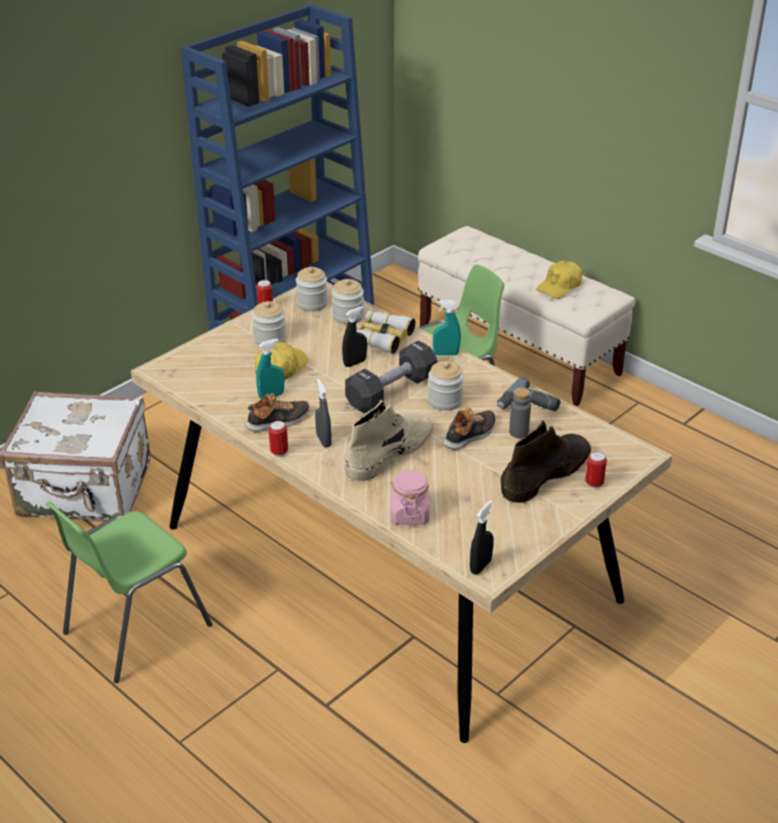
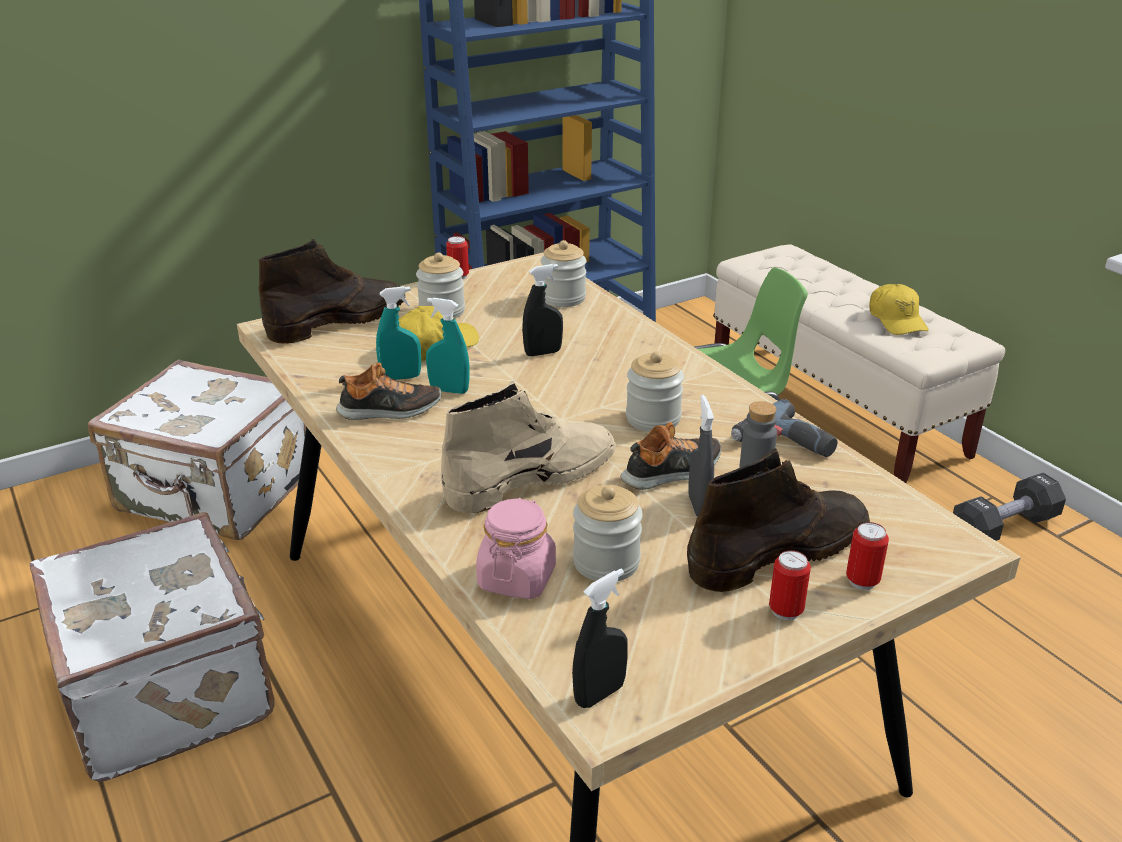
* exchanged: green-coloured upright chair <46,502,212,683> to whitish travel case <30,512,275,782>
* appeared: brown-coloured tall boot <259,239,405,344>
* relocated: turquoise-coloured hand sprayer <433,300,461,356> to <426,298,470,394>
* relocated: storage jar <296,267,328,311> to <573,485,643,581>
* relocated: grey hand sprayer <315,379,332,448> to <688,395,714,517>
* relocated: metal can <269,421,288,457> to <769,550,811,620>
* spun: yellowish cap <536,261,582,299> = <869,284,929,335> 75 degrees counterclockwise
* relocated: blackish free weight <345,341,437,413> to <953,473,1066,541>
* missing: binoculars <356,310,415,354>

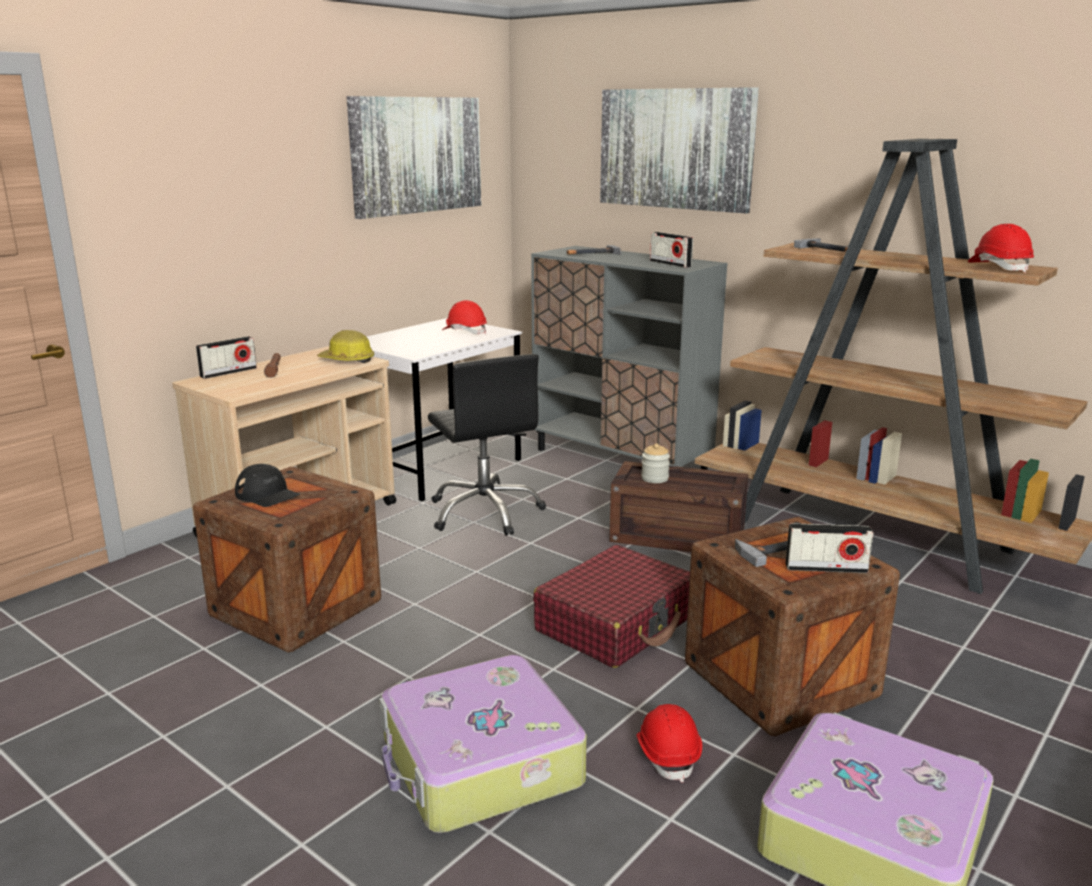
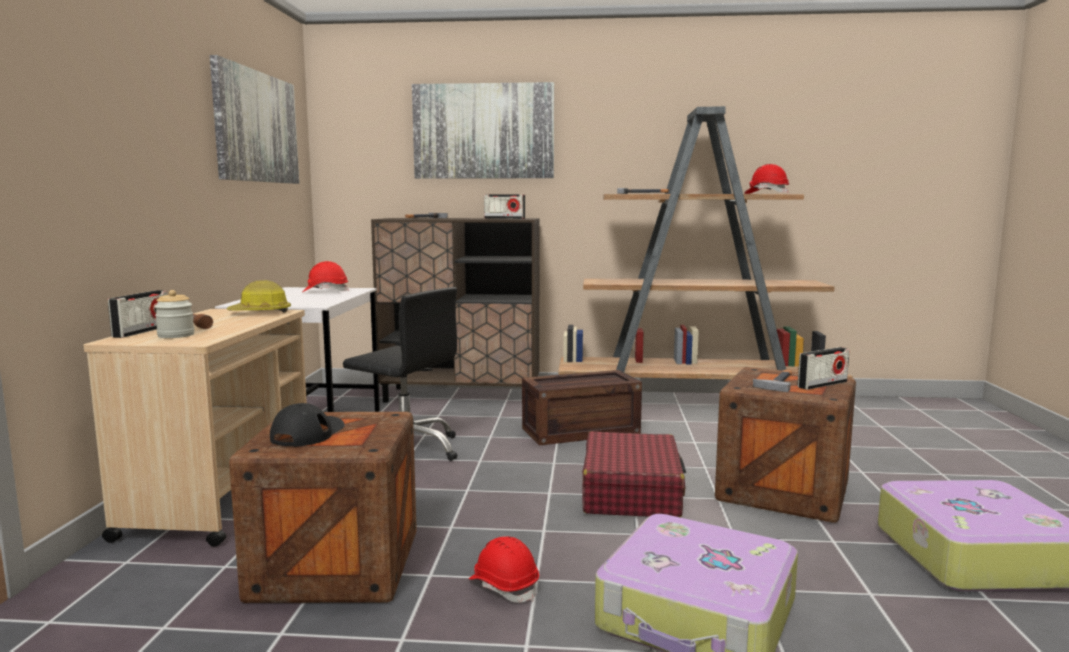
* relocated: storage jar <641,443,670,483> to <154,290,195,338>
* spun: blackish cap <235,464,300,507> = <270,403,345,447> 75 degrees counterclockwise
* colour: grey cupboard <531,246,727,470> to brown-coloured cupboard <371,218,540,403>
* relocated: red safety helmet <636,704,702,783> to <469,536,539,603>

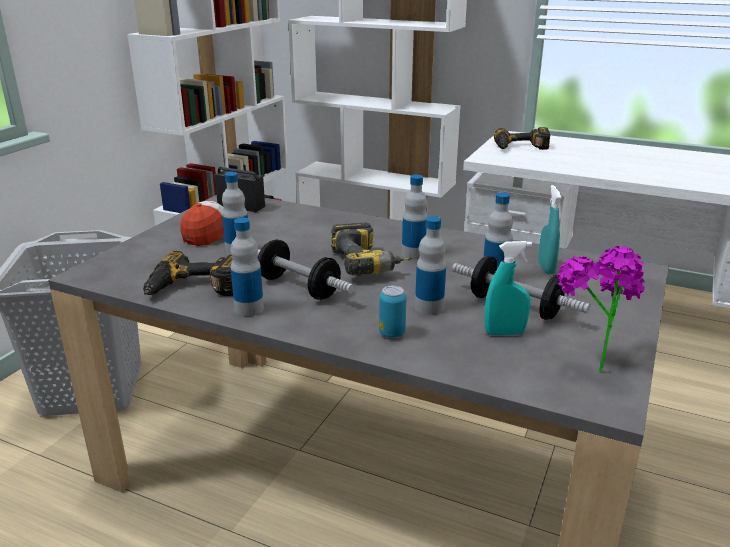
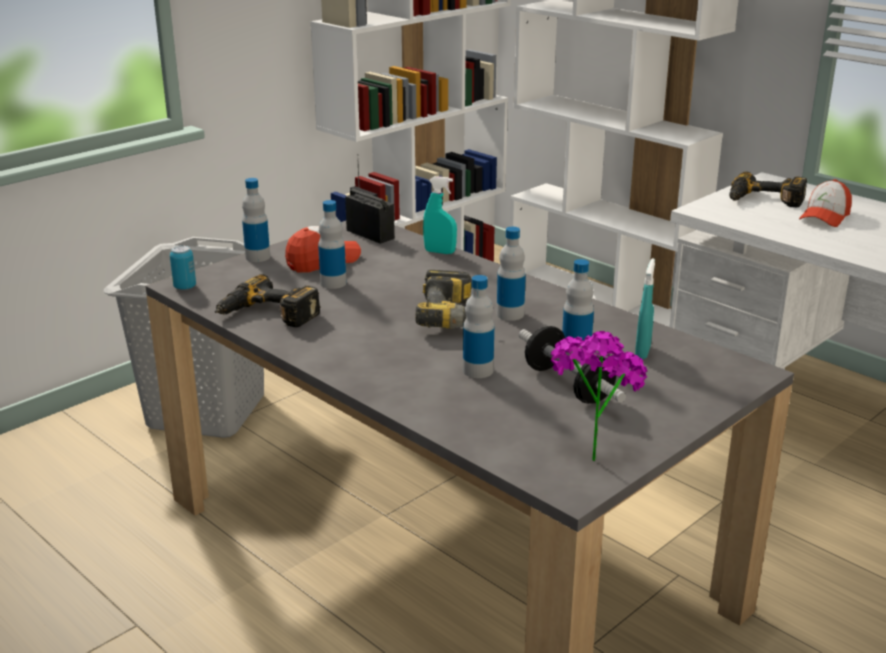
* relocated: metal can <379,286,406,338> to <170,245,196,290>
* relocated: drink bottle <230,218,264,316> to <242,178,270,262>
* relocated: turquoise-coloured hand sprayer <485,241,532,335> to <423,176,457,254>
* appeared: cap <799,179,852,227>
* missing: free weight <257,239,354,300>

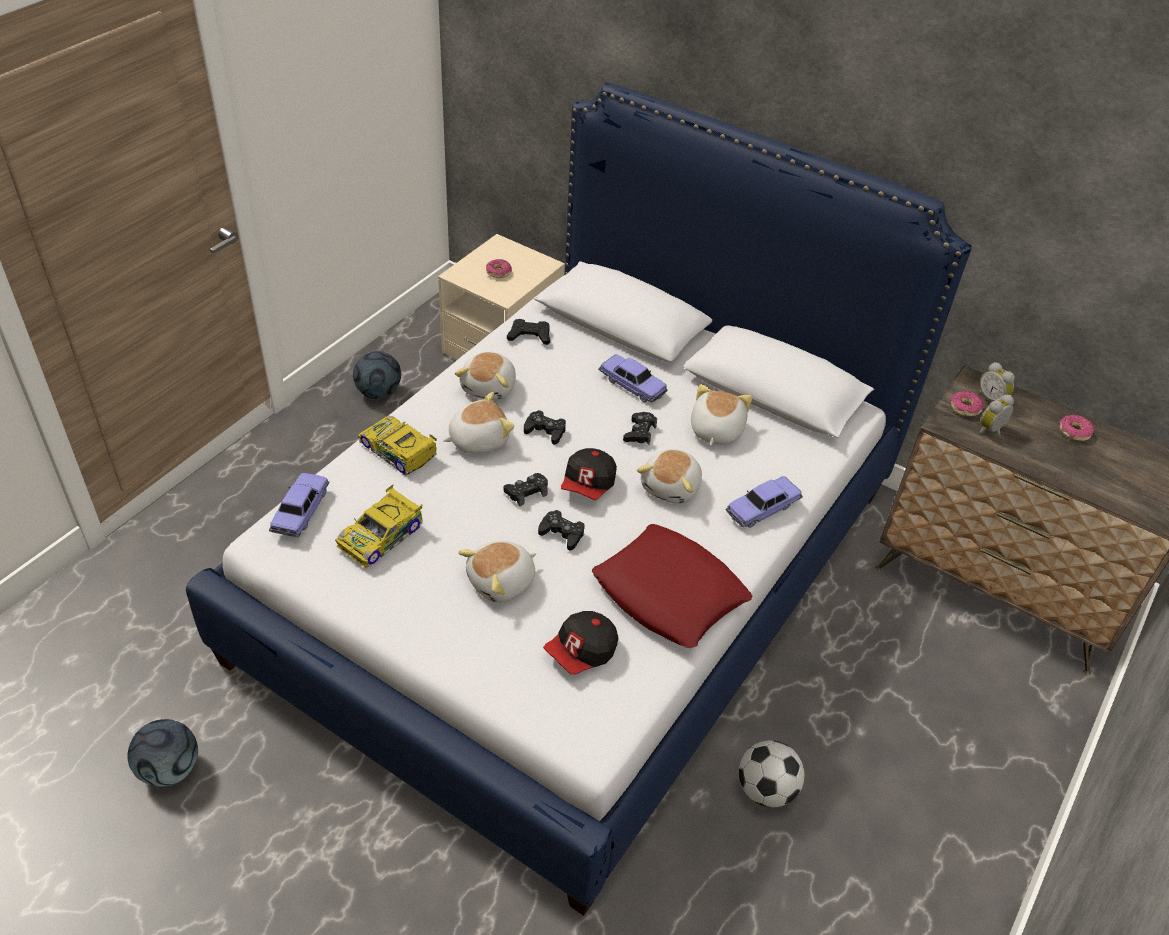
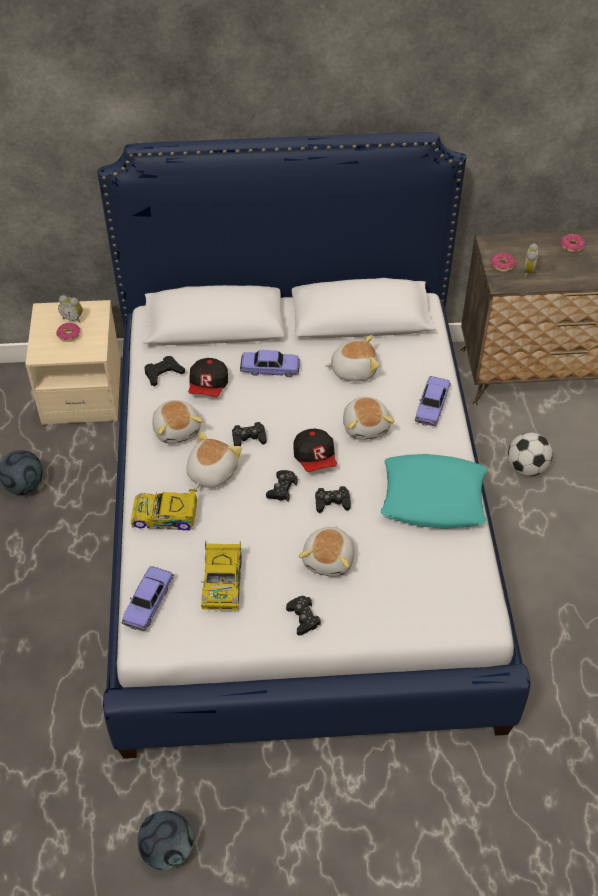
* relocated: alarm clock <979,362,1015,401> to <58,295,83,323>
* spun: miniature car <269,473,329,537> = <122,566,174,631> 135 degrees counterclockwise
* relocated: cap <543,611,618,674> to <188,358,228,397>
* relocated: blackish game controller <623,412,657,445> to <286,596,321,636>
* spun: cuddly toy <691,384,752,446> = <325,335,380,382> 105 degrees clockwise
* colour: red pillow <592,524,753,648> to turquoise-coloured pillow <381,454,487,529>
* relocated: ball for football <739,740,804,808> to <508,432,553,476>

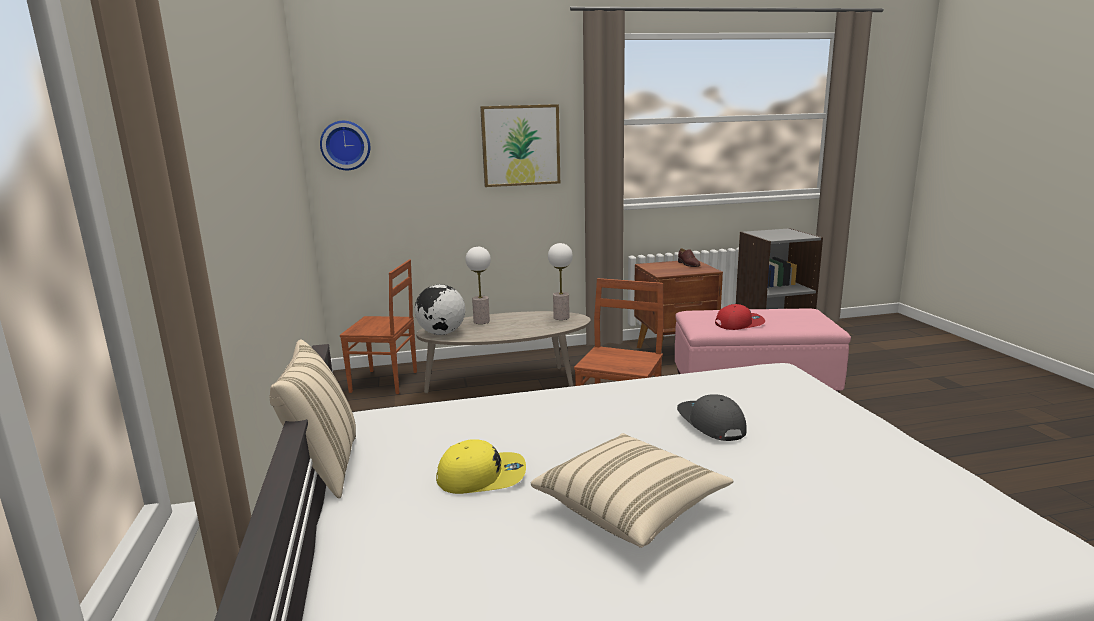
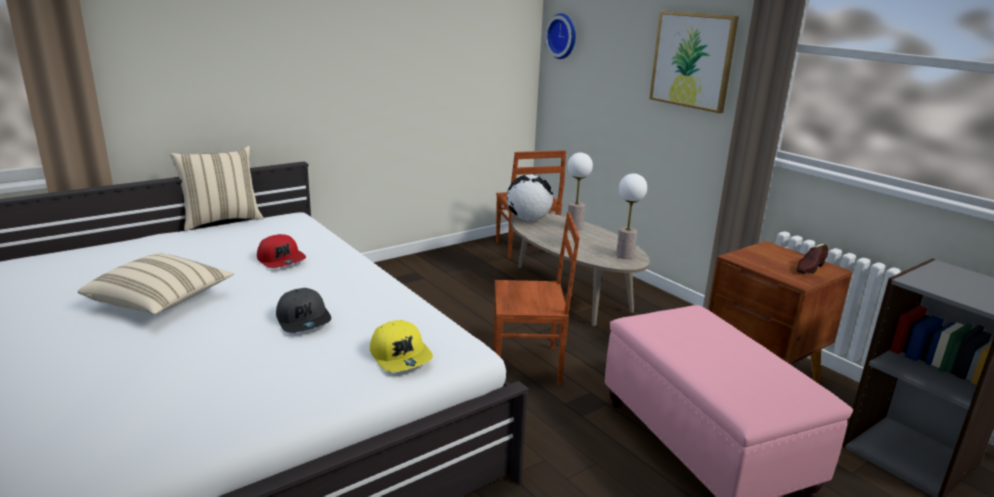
* relocated: red cap <715,304,765,330> to <257,234,306,268>
* spun: grey cap <677,394,747,441> = <276,288,331,333> 105 degrees clockwise
* relocated: yellowish cap <436,439,526,494> to <370,320,433,372>

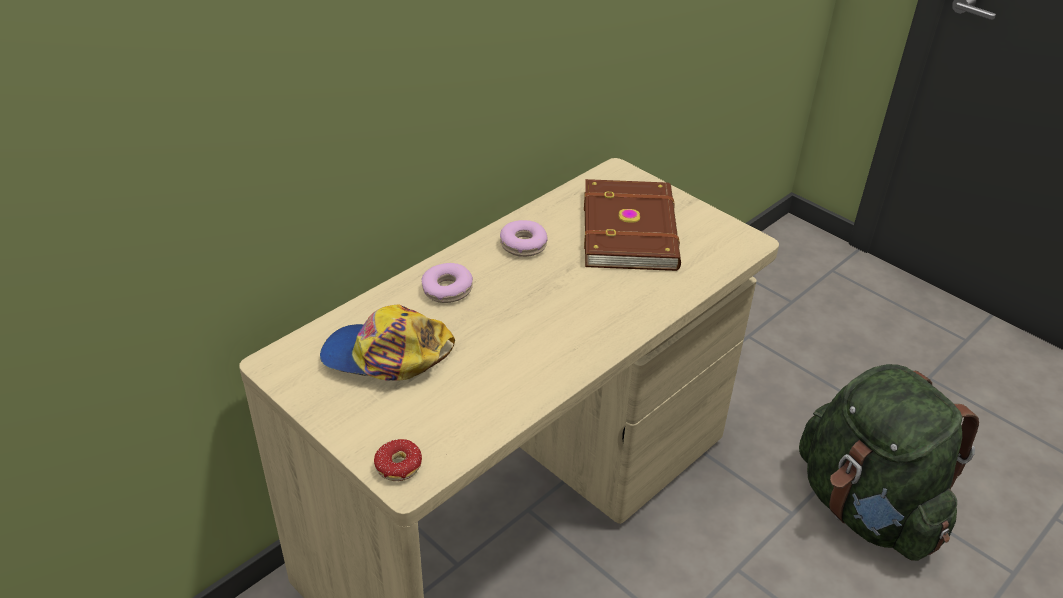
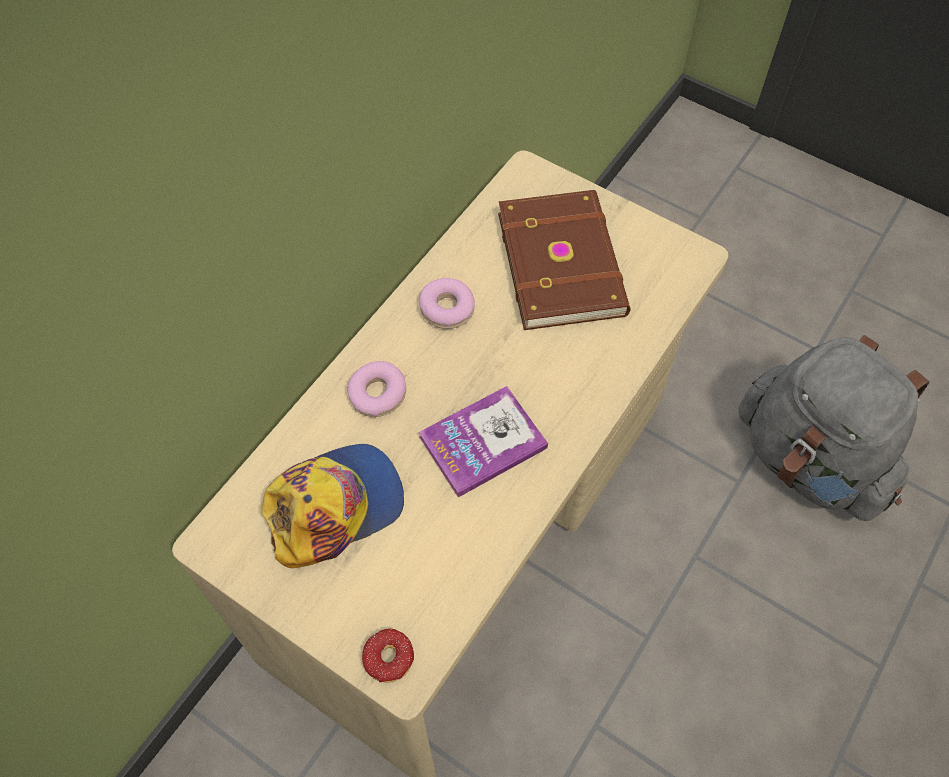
* spun: cap <320,305,455,381> = <261,444,404,568> 150 degrees clockwise
* appeared: book <419,386,548,497>
* colour: green-coloured rucksack <799,364,979,561> to grey rucksack <738,335,929,521>

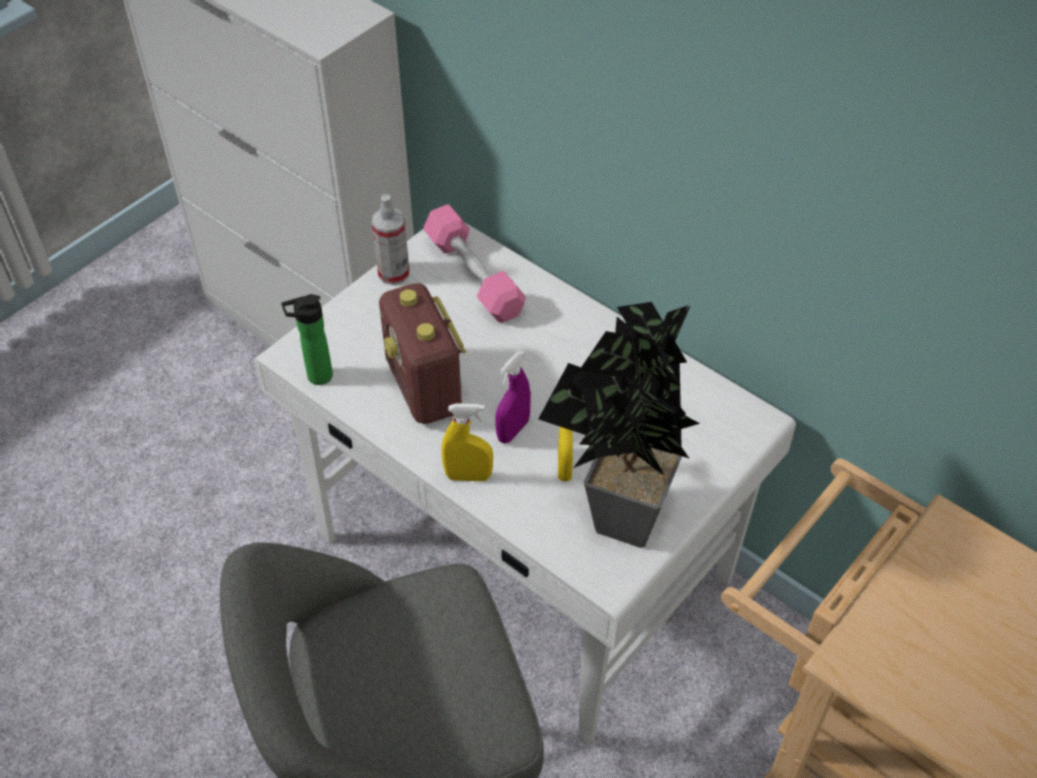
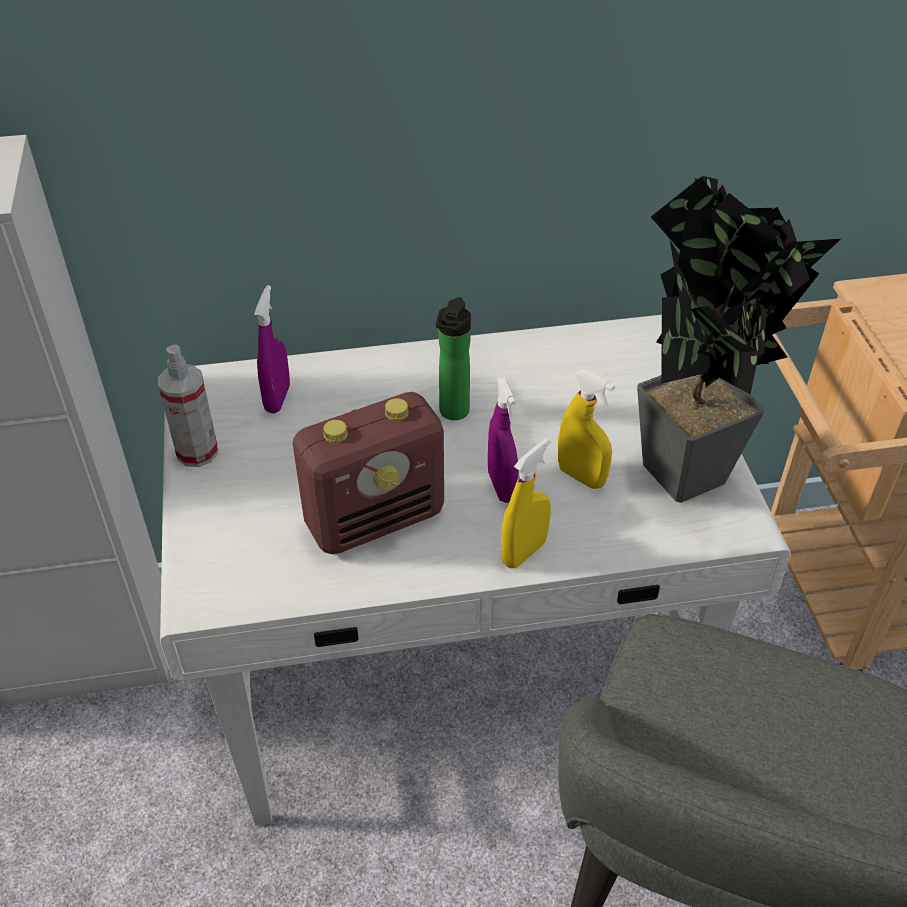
* exchanged: pink-coloured free weight <423,204,526,322> to purple-coloured hand sprayer <254,285,290,413>
* spun: radio <379,283,466,424> = <293,392,444,554> 45 degrees counterclockwise
* relocated: drink bottle <281,294,333,385> to <436,297,471,420>

